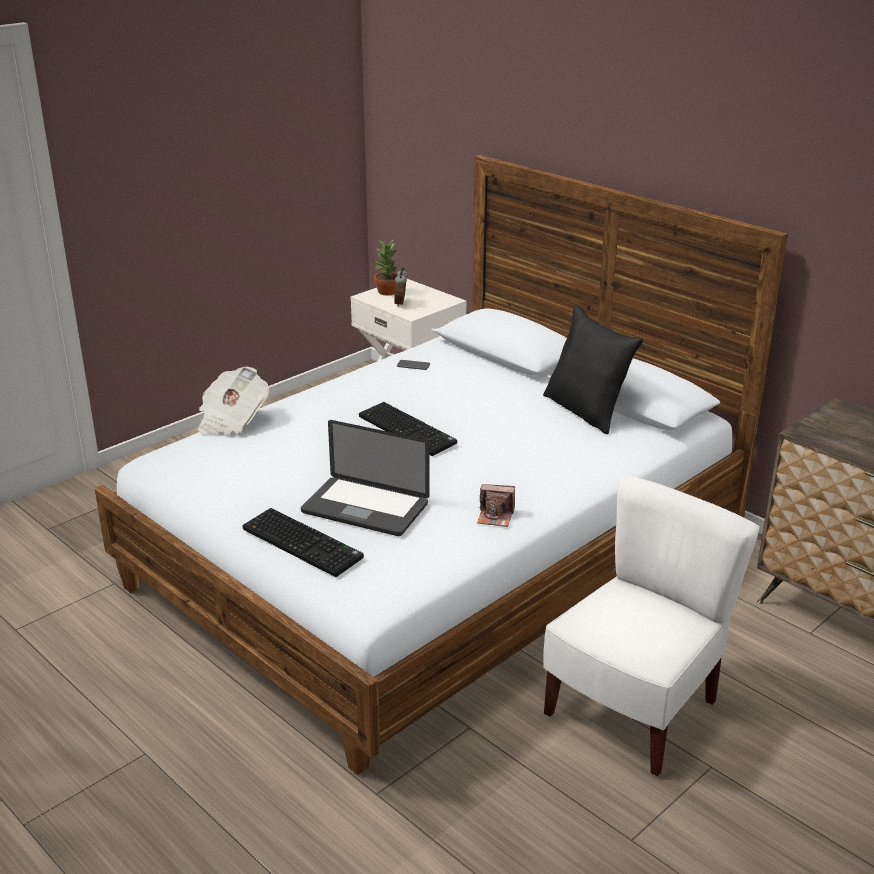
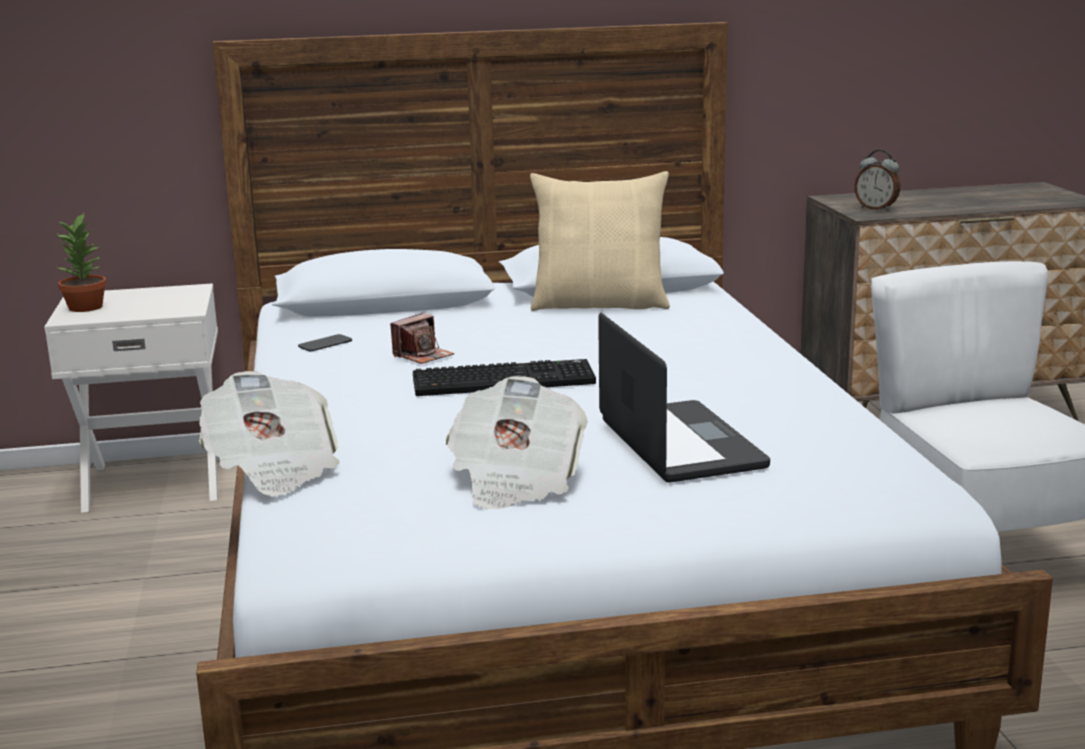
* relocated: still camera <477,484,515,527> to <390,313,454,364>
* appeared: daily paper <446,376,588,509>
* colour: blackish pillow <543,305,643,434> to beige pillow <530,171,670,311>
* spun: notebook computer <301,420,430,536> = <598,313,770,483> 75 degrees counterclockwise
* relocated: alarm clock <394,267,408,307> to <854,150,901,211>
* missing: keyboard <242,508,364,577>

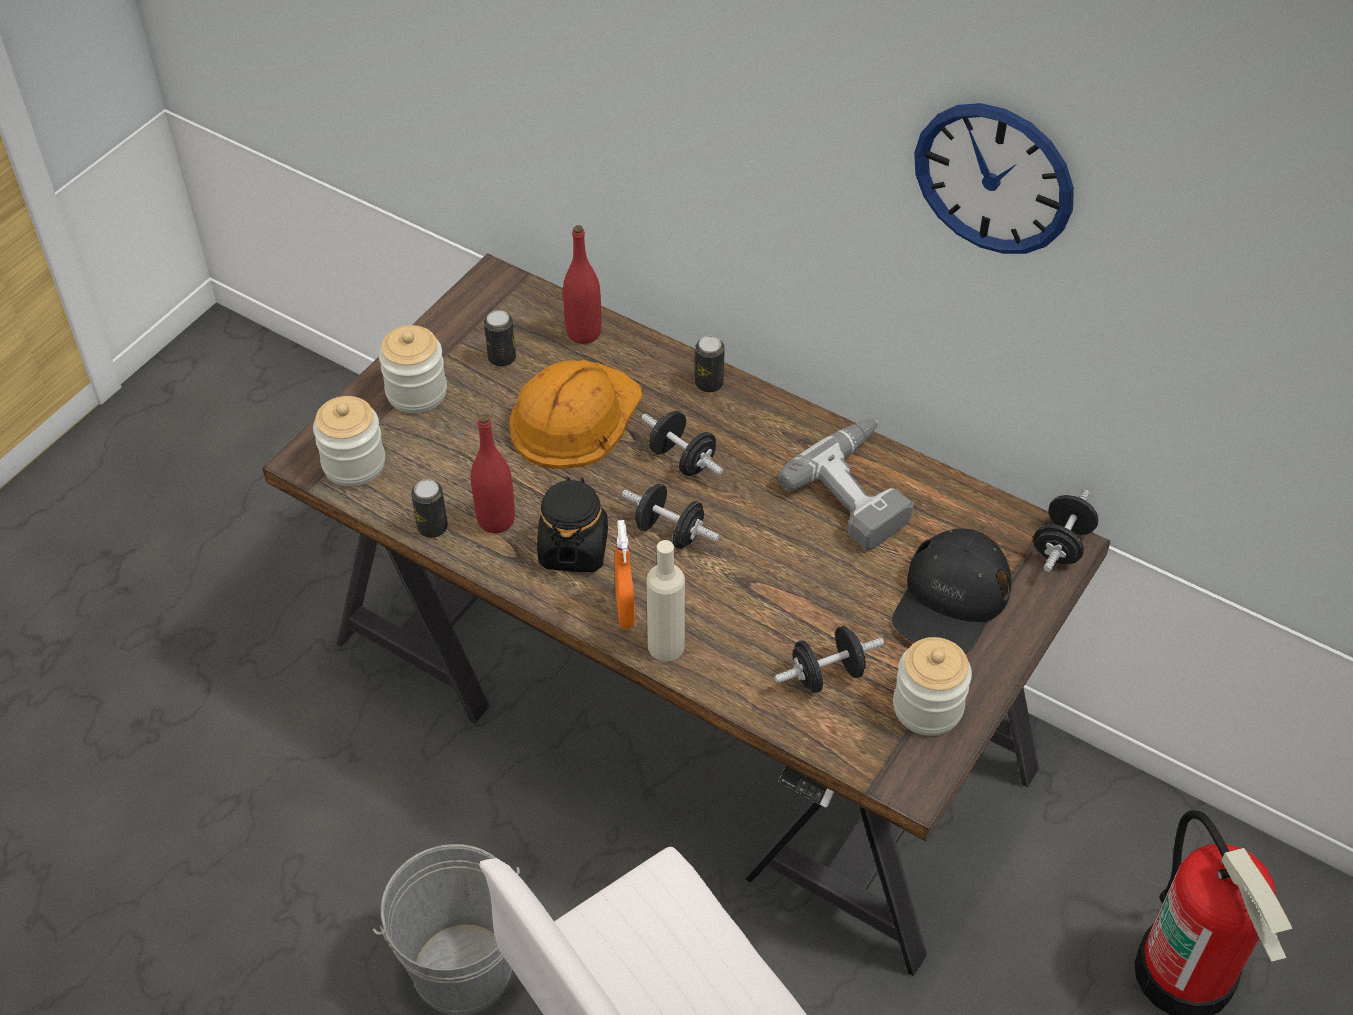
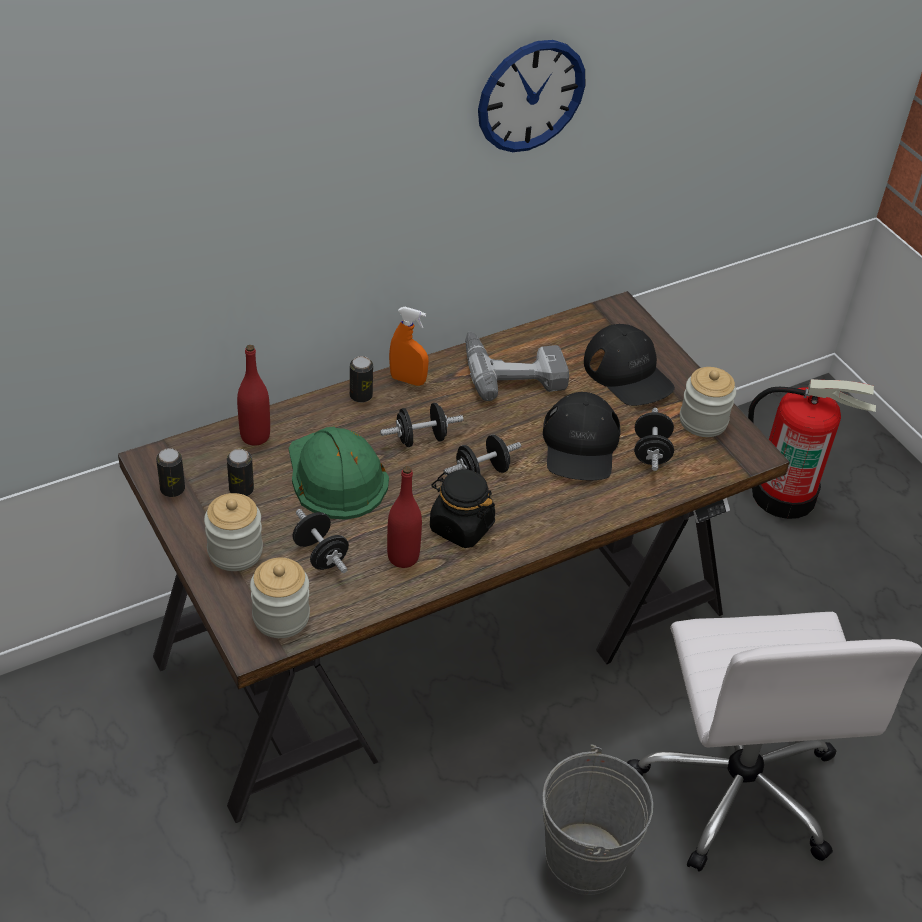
* relocated: metal can <411,479,448,538> to <156,448,185,497>
* colour: orange-coloured safety helmet <510,360,642,469> to green-coloured safety helmet <289,426,389,520>
* relocated: blackish free weight <1033,490,1099,572> to <292,509,349,573>
* relocated: orange-coloured hand sprayer <615,520,635,629> to <389,307,429,386>
* appeared: blackish cap <543,392,621,480>
* missing: beige drink bottle <646,540,685,661>

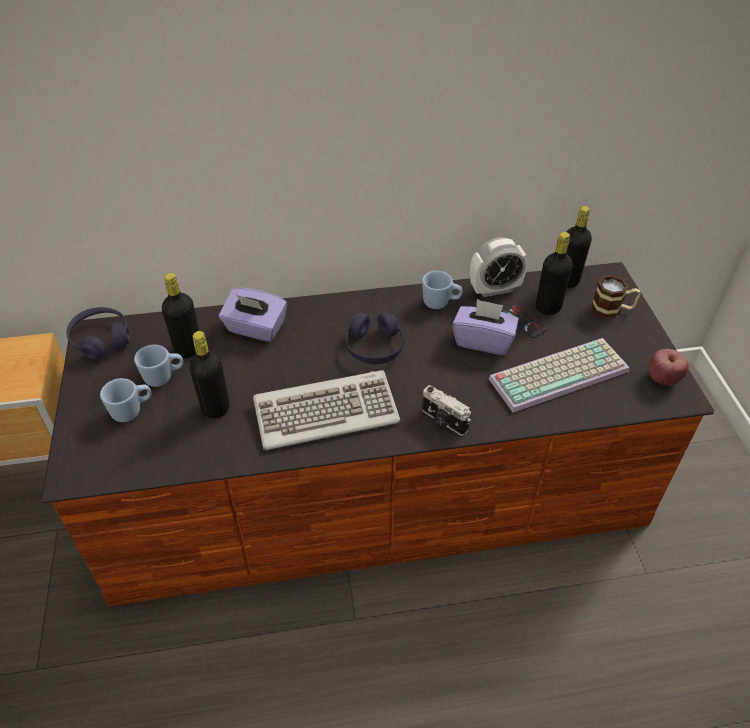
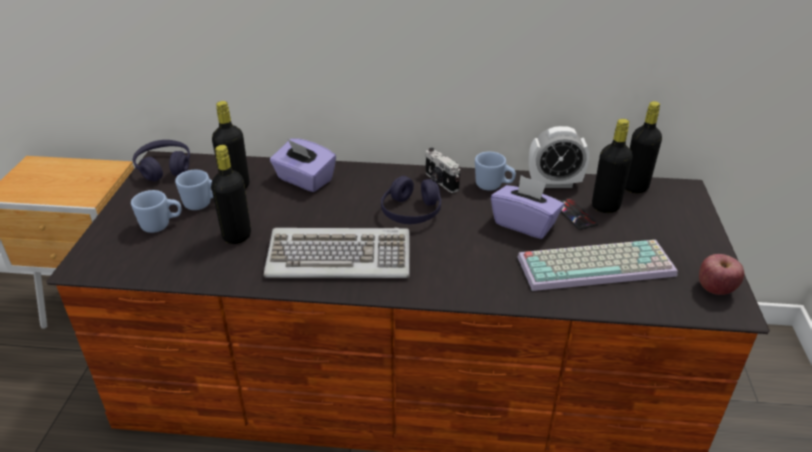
* relocated: still camera <422,385,471,436> to <426,148,460,193>
* missing: coffee mug <591,275,640,319>

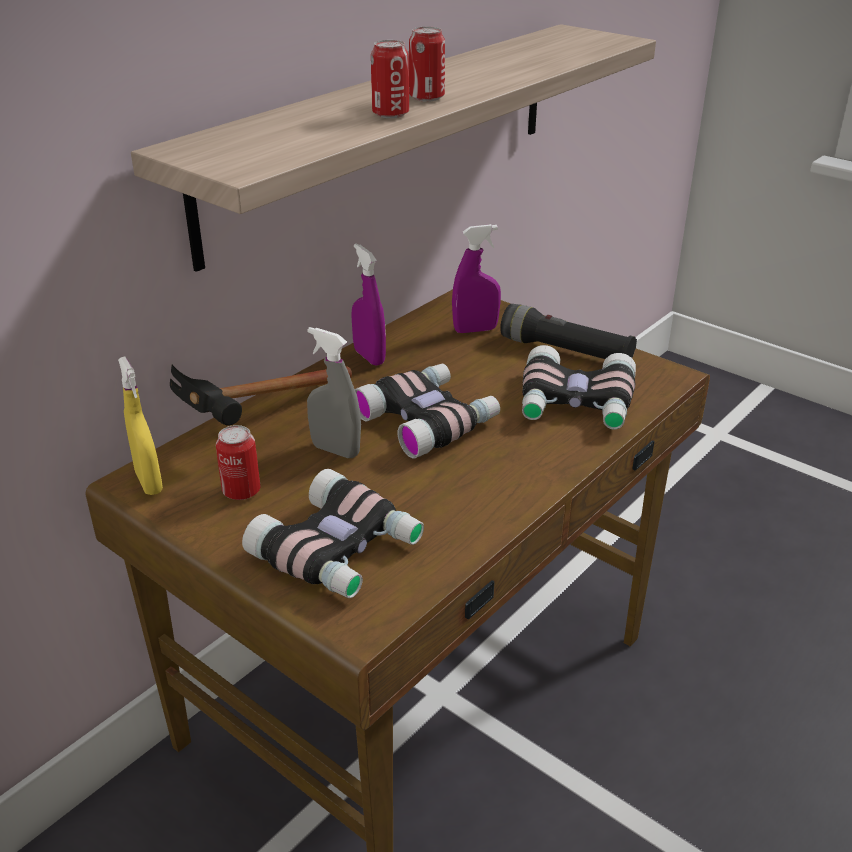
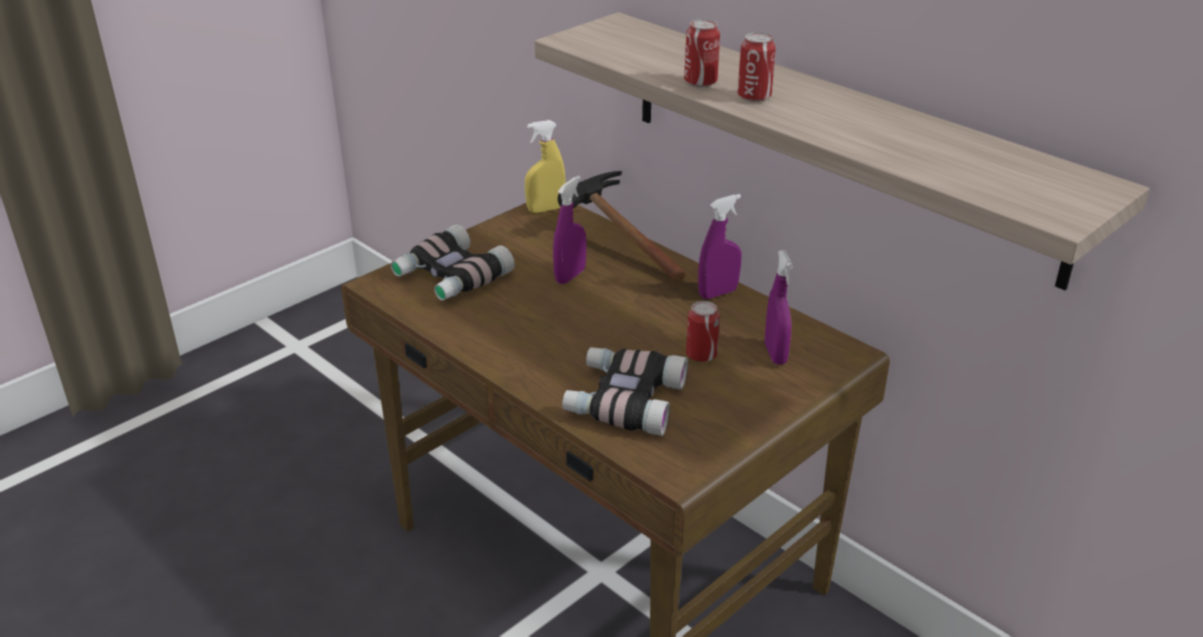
* colour: grey hand sprayer <307,327,361,458> to purple-coloured hand sprayer <553,176,586,284>
* relocated: metal can <216,425,260,500> to <686,301,720,362>
* missing: binoculars <355,364,500,458>
* missing: blackish flashlight <500,304,637,359>

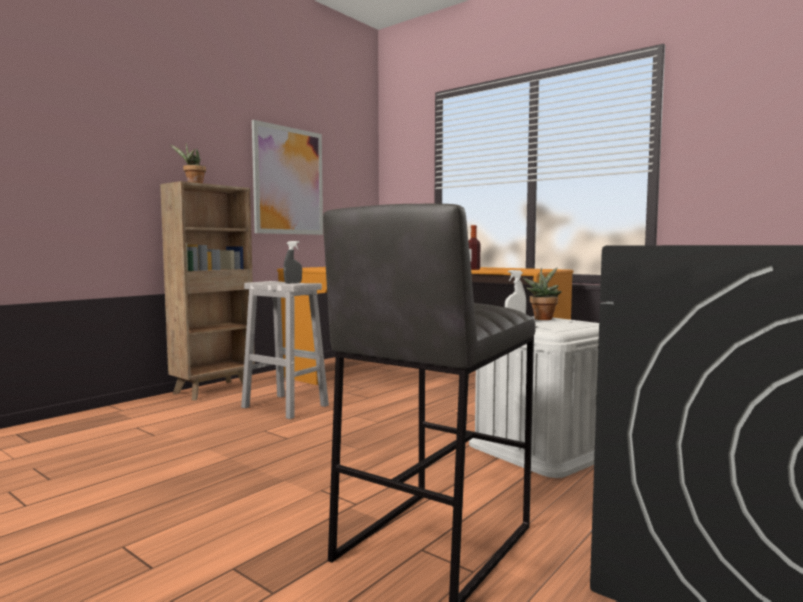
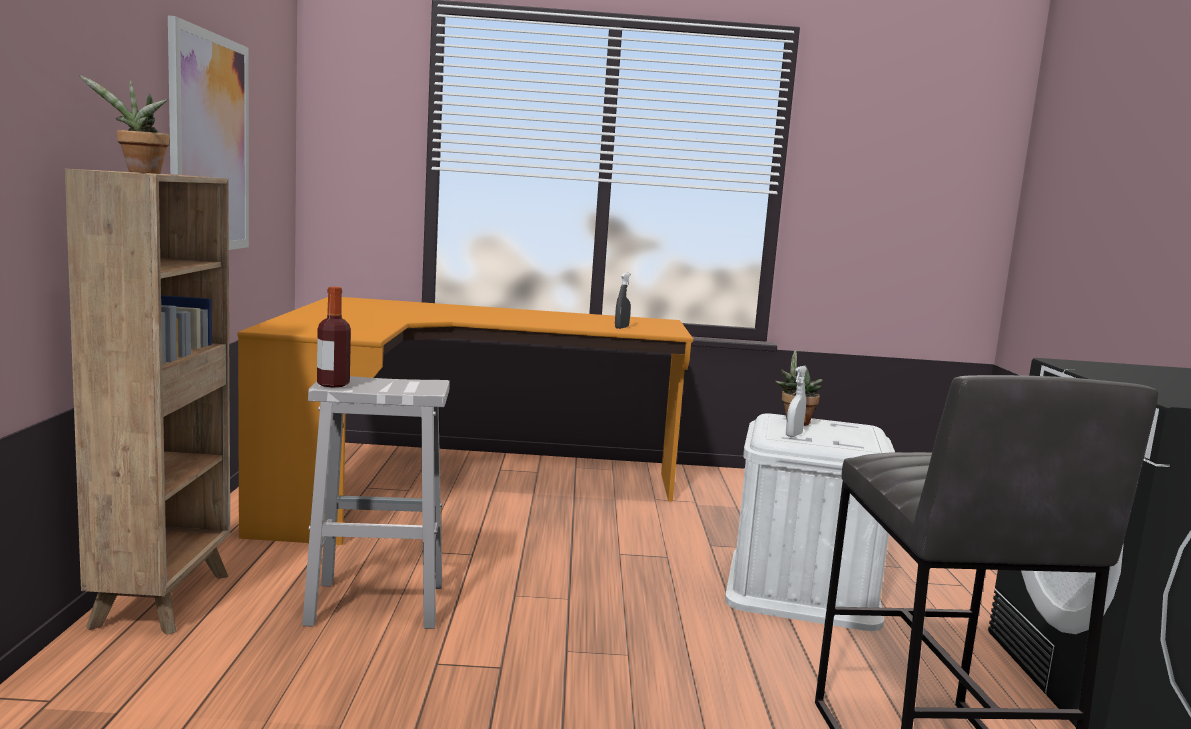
* relocated: drink bottle <468,225,480,270> to <317,287,351,388>
* relocated: grey hand sprayer <283,241,302,283> to <615,273,631,329>

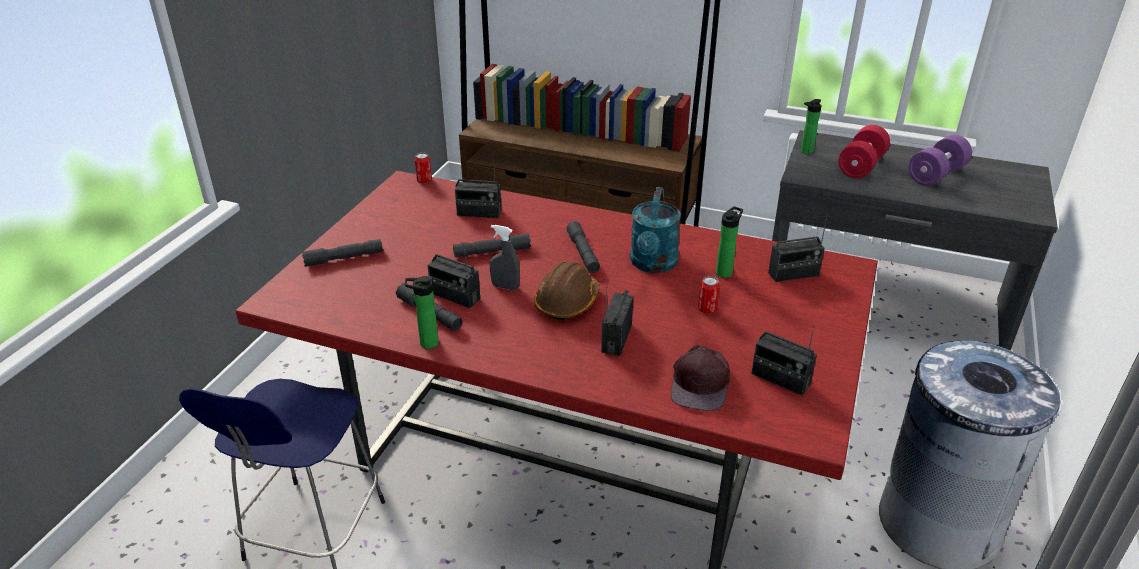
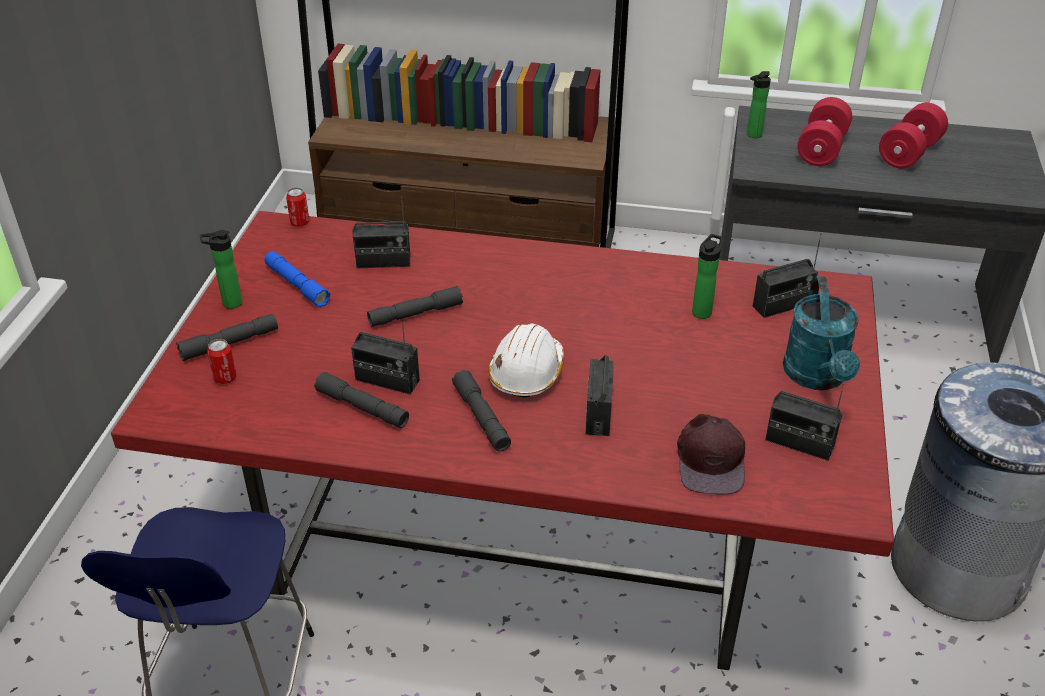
* relocated: drink bottle <405,276,439,349> to <200,230,242,309>
* relocated: metal can <698,276,720,314> to <207,339,236,384>
* appeared: blue-coloured flashlight <264,251,331,307>
* relocated: grey flashlight <566,221,600,273> to <452,370,511,451>
* colour: brown-coloured safety helmet <534,261,600,320> to whitish safety helmet <488,324,564,397>
* relocated: turquoise-coloured watering pot <630,187,681,273> to <783,276,860,390>
* colour: purple-coloured free weight <909,135,972,186> to red free weight <879,103,948,168>
* missing: grey hand sprayer <489,225,520,290>

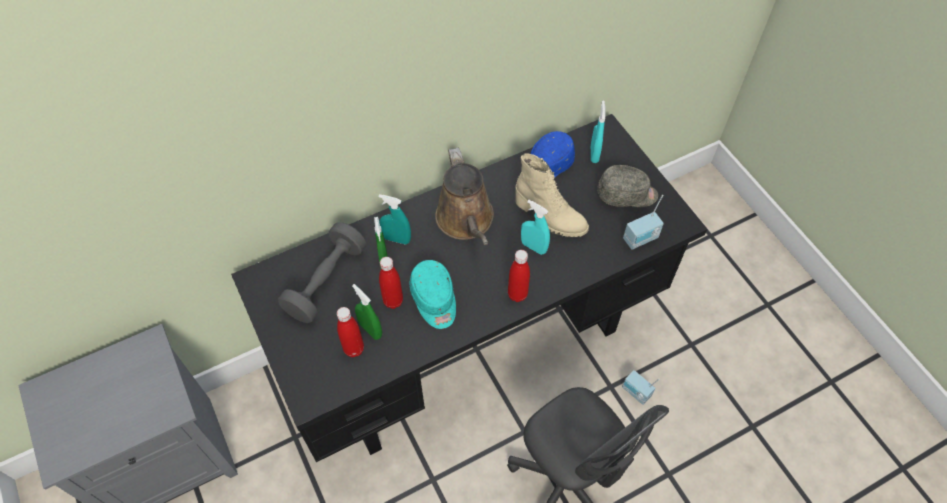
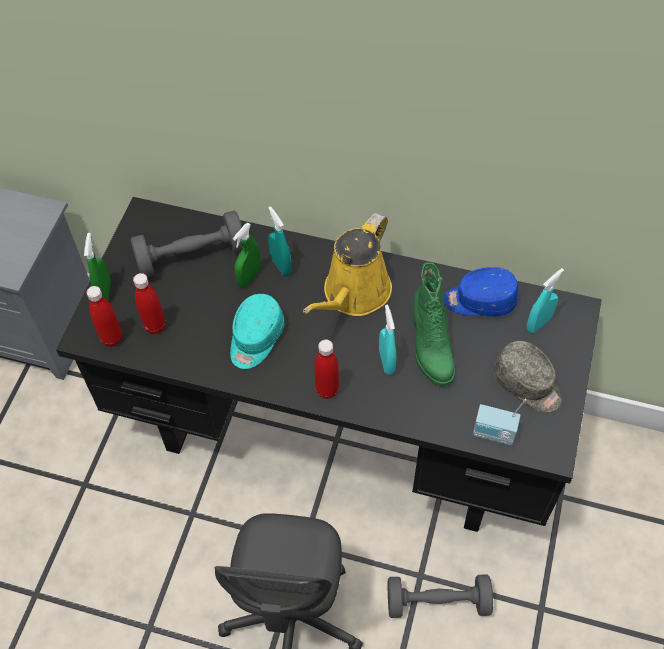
* relocated: green-coloured hand sprayer <352,284,382,340> to <84,233,111,301>
* relocated: red drink bottle <379,257,403,309> to <86,286,122,347>
* colour: brown-coloured watering pot <435,148,494,245> to yellowish watering pot <303,213,392,316>
* exchanged: radio <622,370,660,405> to grey free weight <388,574,493,618>
* colour: beige tall boot <516,153,589,237> to green-coloured tall boot <413,262,455,386>

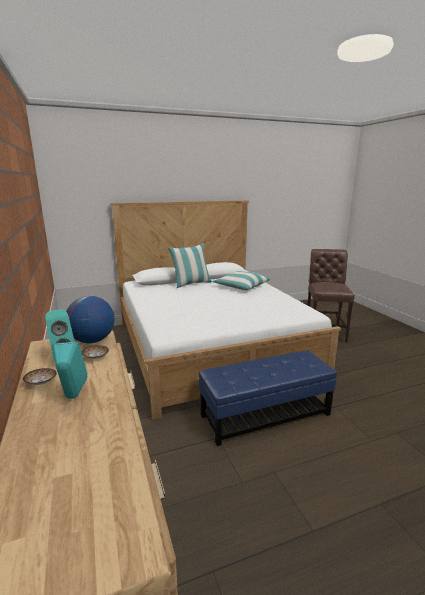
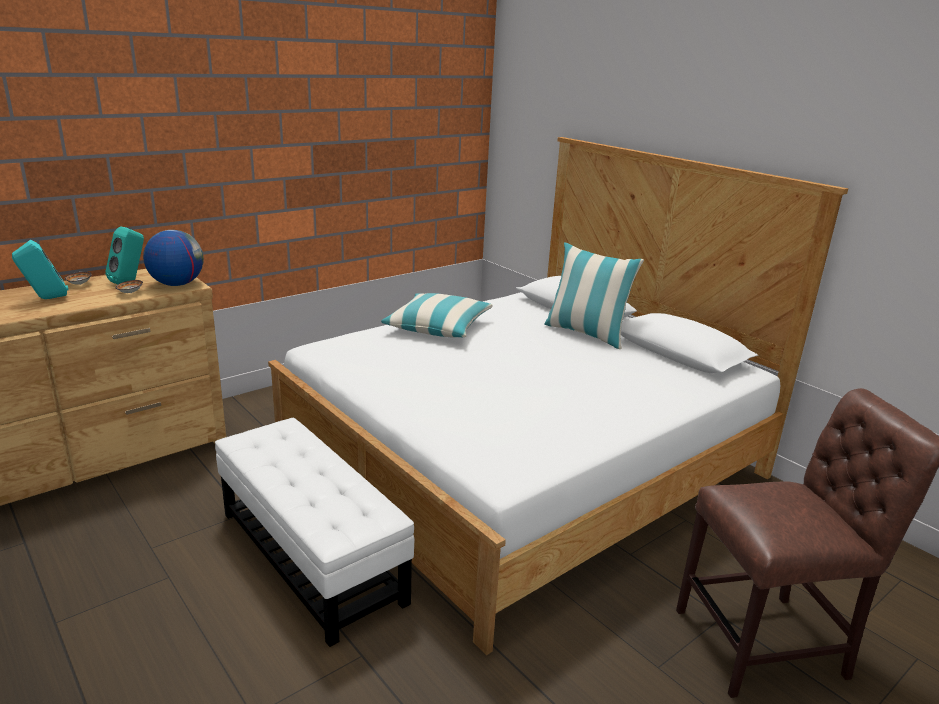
* colour: blue-coloured ottoman <199,350,337,446> to whitish ottoman <215,418,414,647>
* relocated: pillow <213,271,271,290> to <381,293,493,337>

